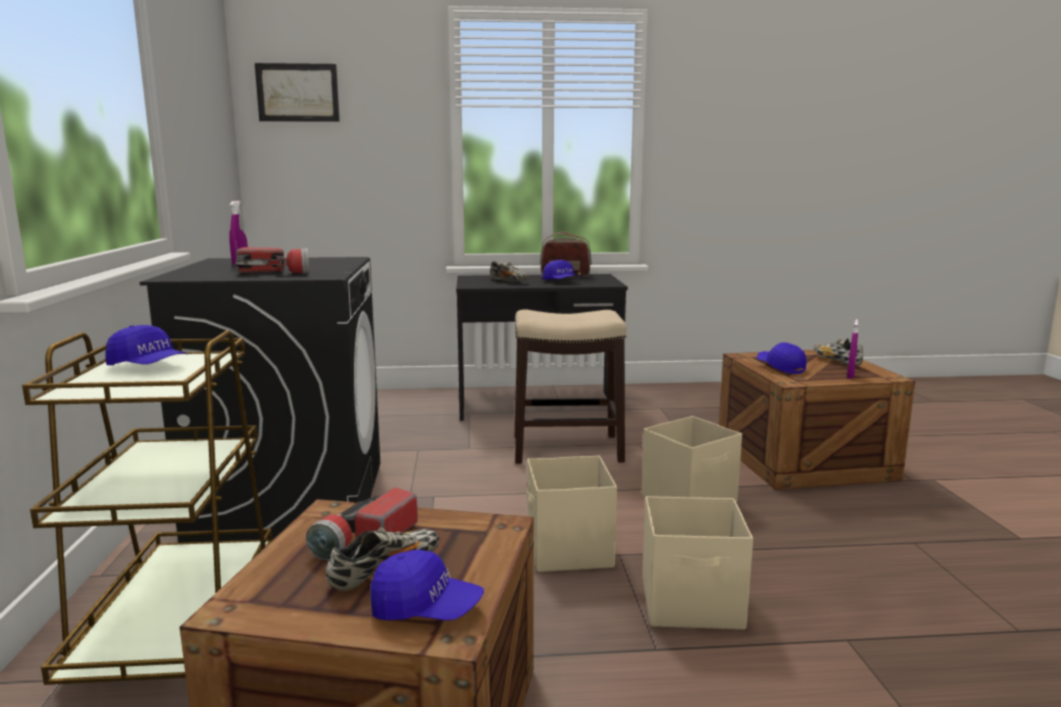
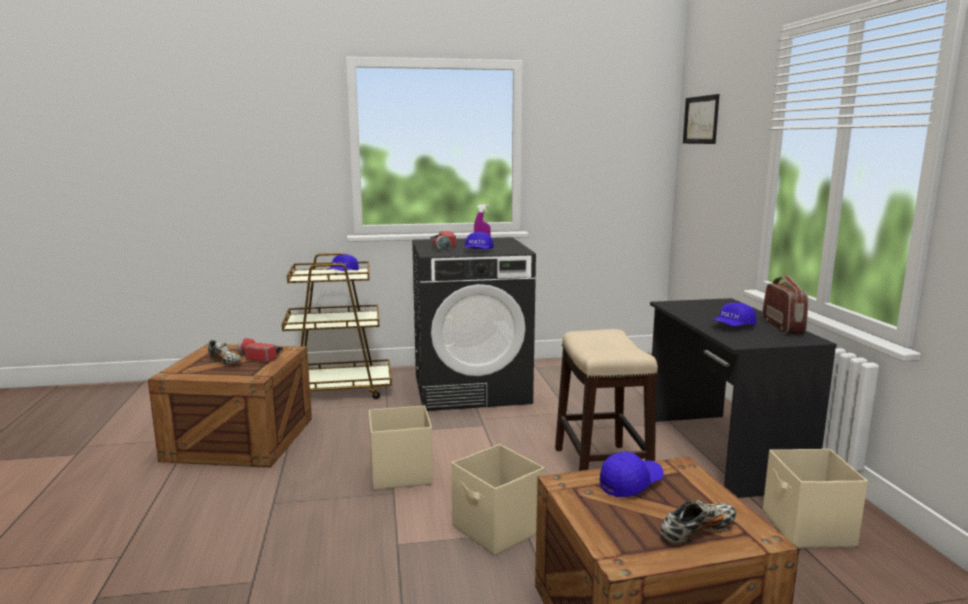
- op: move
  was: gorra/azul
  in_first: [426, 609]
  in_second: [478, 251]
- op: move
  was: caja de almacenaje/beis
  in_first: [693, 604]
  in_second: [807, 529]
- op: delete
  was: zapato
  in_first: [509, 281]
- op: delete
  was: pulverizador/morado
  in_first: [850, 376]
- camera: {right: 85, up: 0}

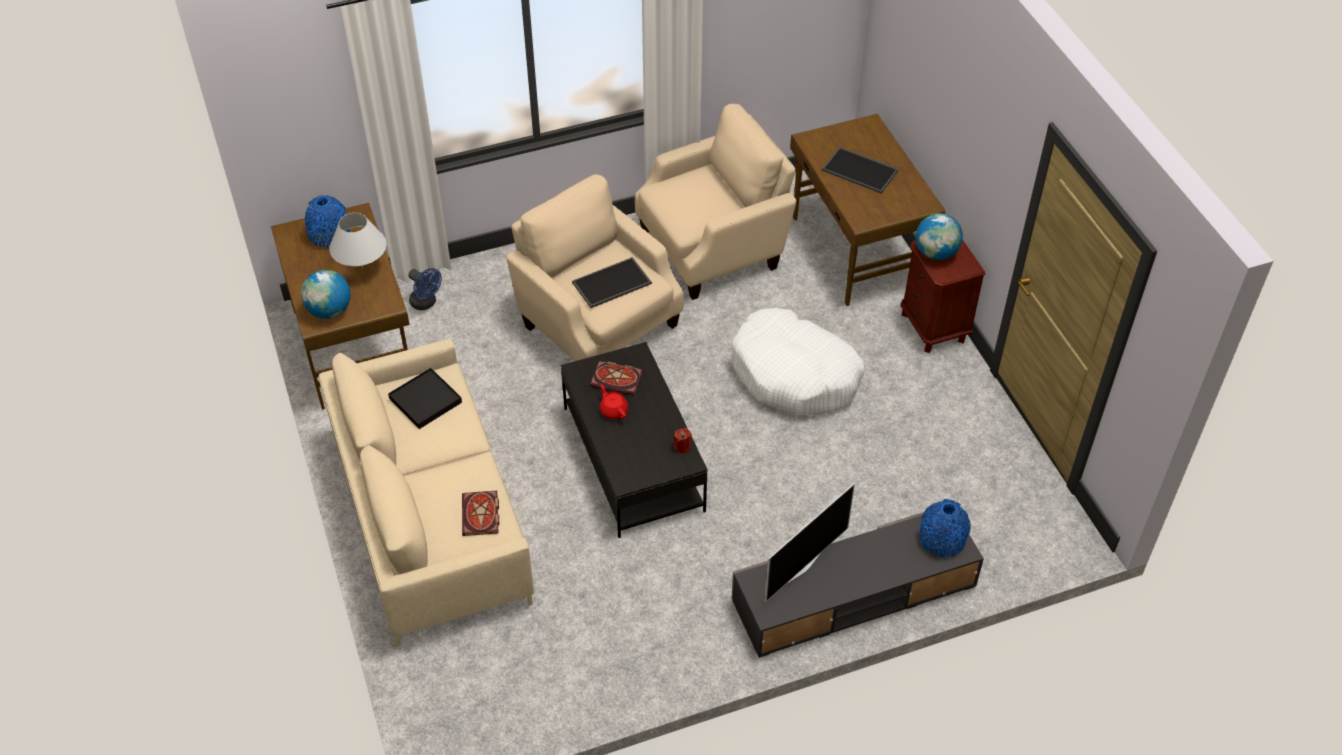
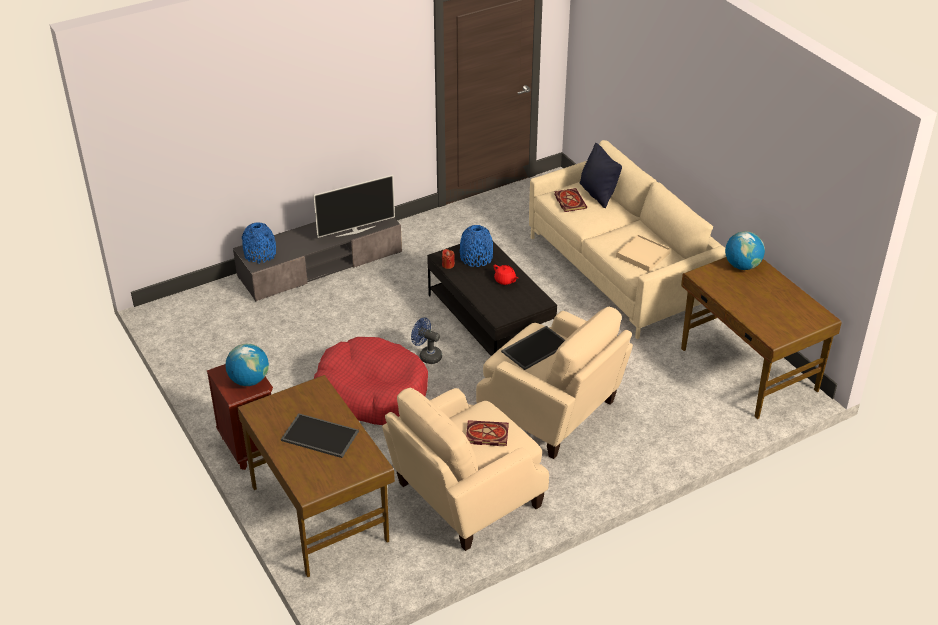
- op: rotate
  was: televisor
  in_first: [802, 567]
  in_second: [355, 231]
  clockwise: -150
- op: recolor
  was: cama para perro/blanco
  now: cama para perro/rojo
  in_first: [794, 374]
  in_second: [372, 392]
- op: move
  was: ventilador/azul
  in_first: [426, 303]
  in_second: [427, 355]
- op: move
  was: florero/azul
  in_first: [329, 235]
  in_second: [476, 257]
- op: move
  was: libro
  in_first: [617, 379]
  in_second: [485, 435]
- op: insert
  now: cojín/negro
  in_second: [598, 194]
- op: recolor
  was: bandeja/negro
  now: bandeja/beis
  in_first: [425, 400]
  in_second: [643, 255]
- op: delete
  was: lámpara de mesa/blanco
  in_first: [362, 267]
- camera: {right: 170, up: -10}

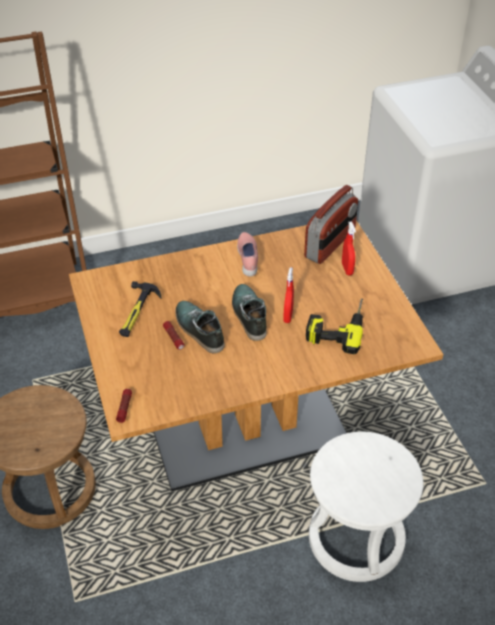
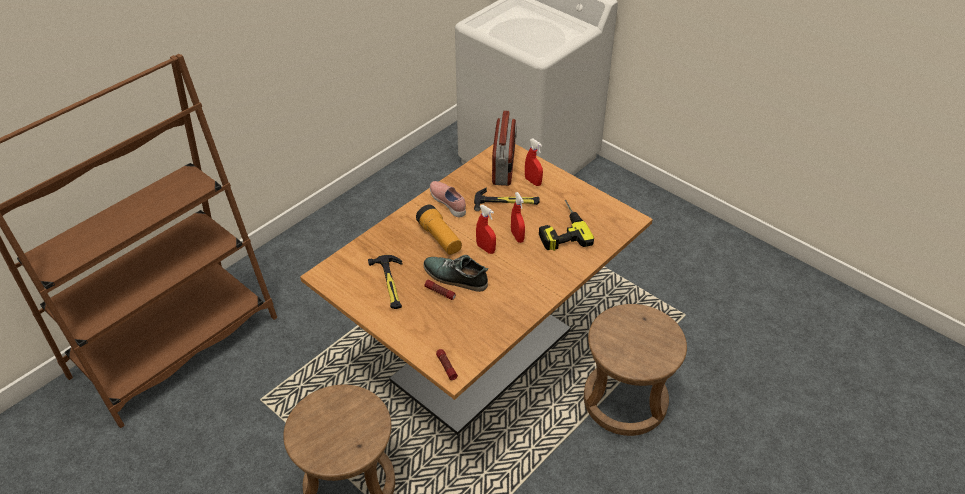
- op: insert
  now: linterna
  in_second: [439, 238]
- op: insert
  now: martillo
  in_second: [506, 202]
- op: replace
  was: zapato
  now: pulverizador/rojo
  in_first: [248, 315]
  in_second: [485, 248]
- op: recolor
  was: taburete/blanco
  now: taburete/marrón
  in_first: [356, 539]
  in_second: [625, 401]
- camera: {right: -30, up: 0}

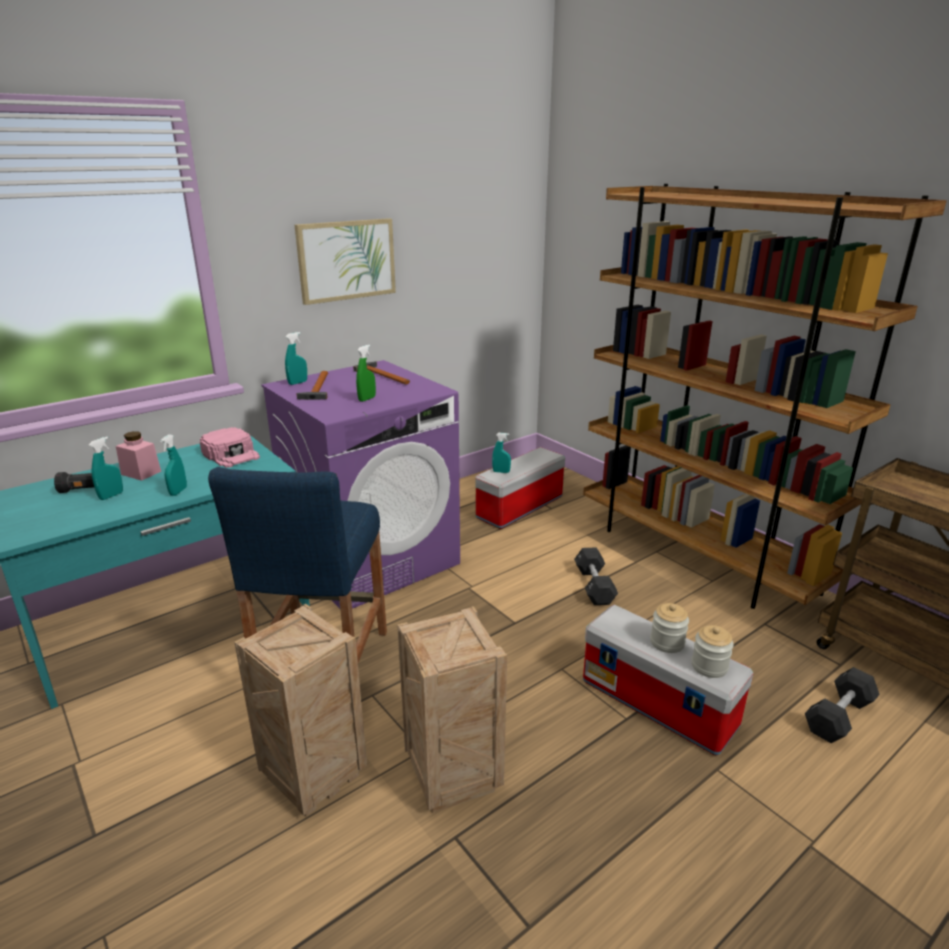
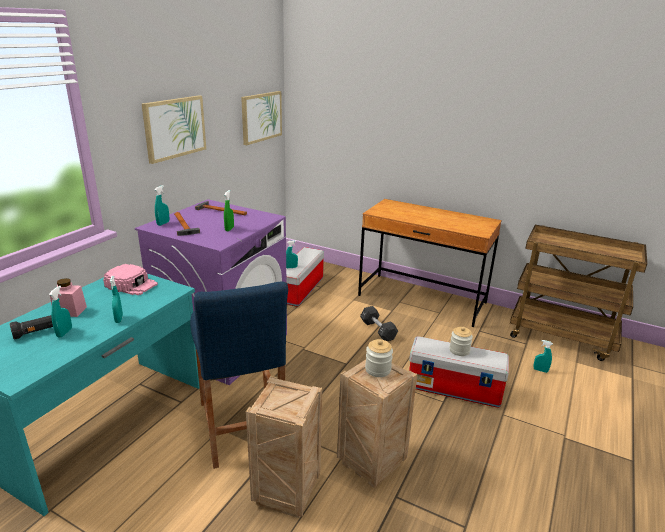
- op: insert
  now: cuadro
  in_second: [261, 117]
- op: replace
  was: estantería/marrón
  now: escritorio/marrón
  in_first: [696, 555]
  in_second: [422, 299]
- op: move
  was: tarro
  in_first: [709, 666]
  in_second: [378, 369]
- op: replace
  was: mancuerna/negro
  now: pulverizador/turquesa
  in_first: [838, 716]
  in_second: [540, 370]
- camera: {right: -25, up: 0}

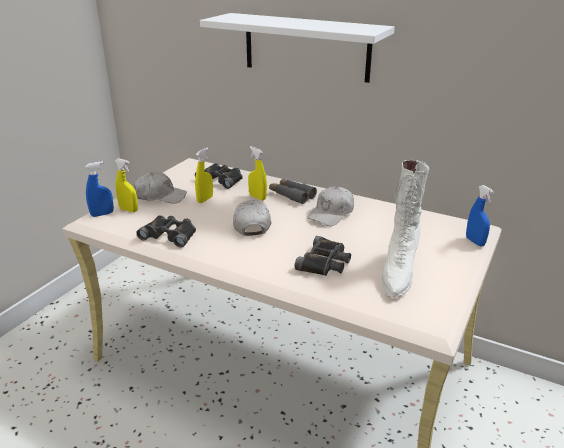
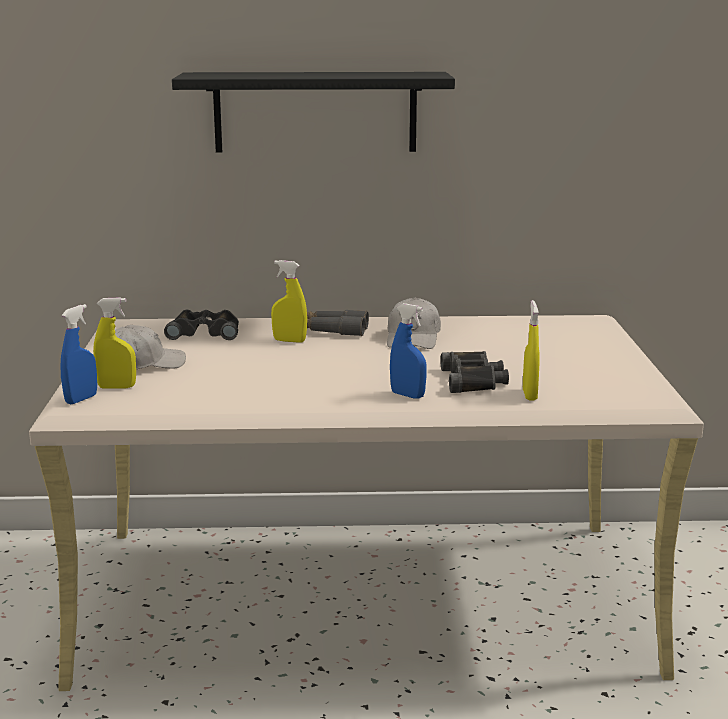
- op: recolor
  was: estante/blanco
  now: estante/negro
  in_first: [306, 47]
  in_second: [315, 112]
- op: move
  was: pulverizador/azul
  in_first: [475, 242]
  in_second: [407, 395]
- op: move
  was: pulverizador/amarillo
  in_first: [205, 199]
  in_second: [529, 395]
- op: delete
  was: prismáticos/negro
  in_first: [170, 235]
- op: delete
  was: gorra/blanco
  in_first: [251, 224]
- op: delete
  was: bota/blanco
  in_first: [398, 273]
- camera: {right: -30, up: -10}

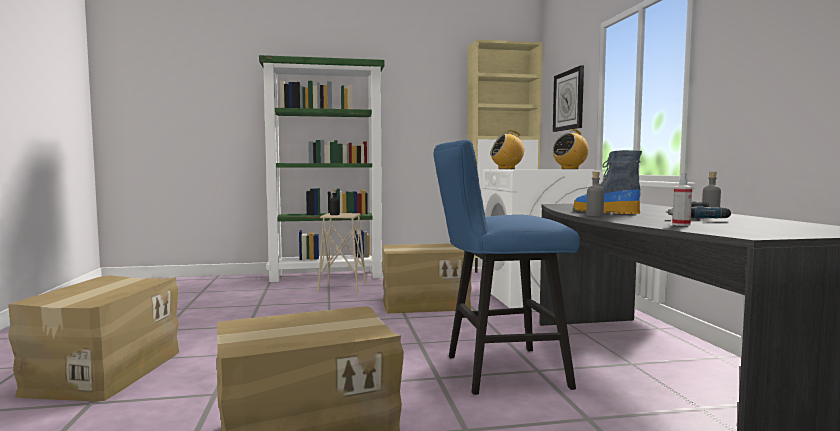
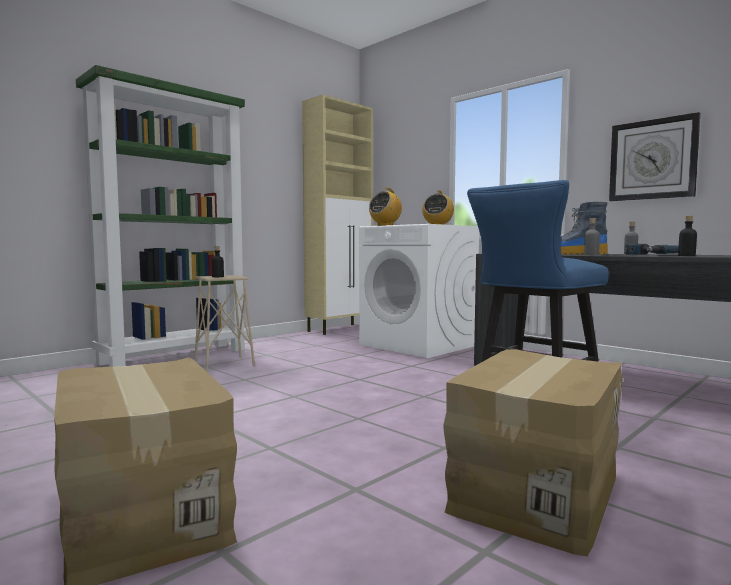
- op: move
  was: reloj de pared
  in_first: [569, 100]
  in_second: [652, 159]
- op: replace
  was: pulverizador
  now: botella/negro
  in_first: [681, 224]
  in_second: [686, 256]
- op: delete
  was: caja de cartón
  in_first: [425, 303]
- camera: {right: -35, up: 0}

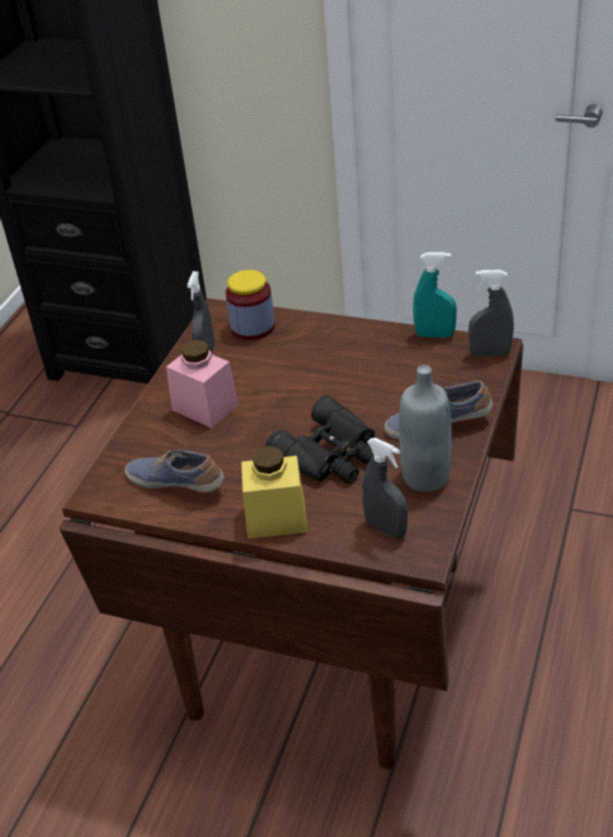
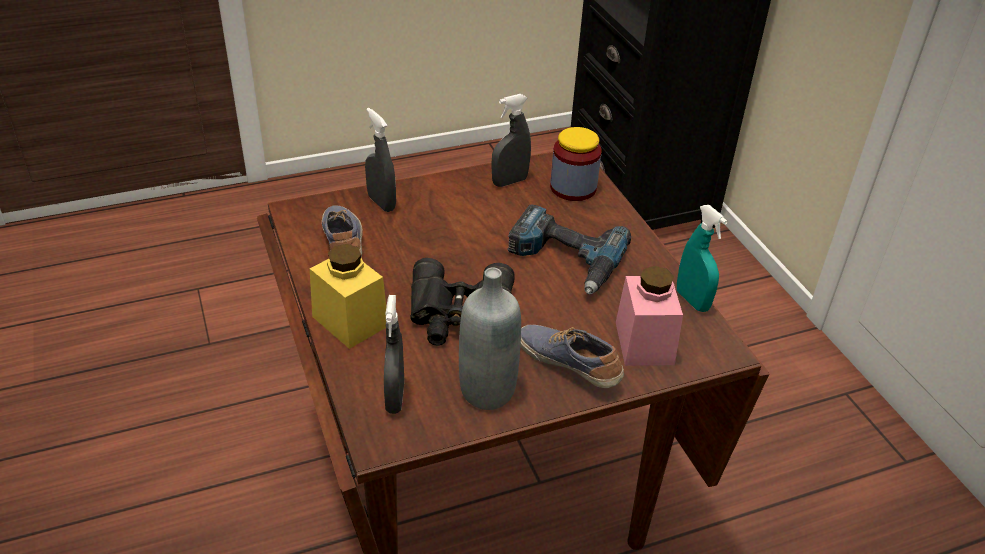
- op: move
  was: pulverizador/gris
  in_first: [490, 354]
  in_second: [381, 203]
- op: insert
  now: taladro
  in_second: [564, 259]
- op: move
  was: tarro/rosa
  in_first: [205, 407]
  in_second: [644, 343]
- camera: {right: 45, up: 0}

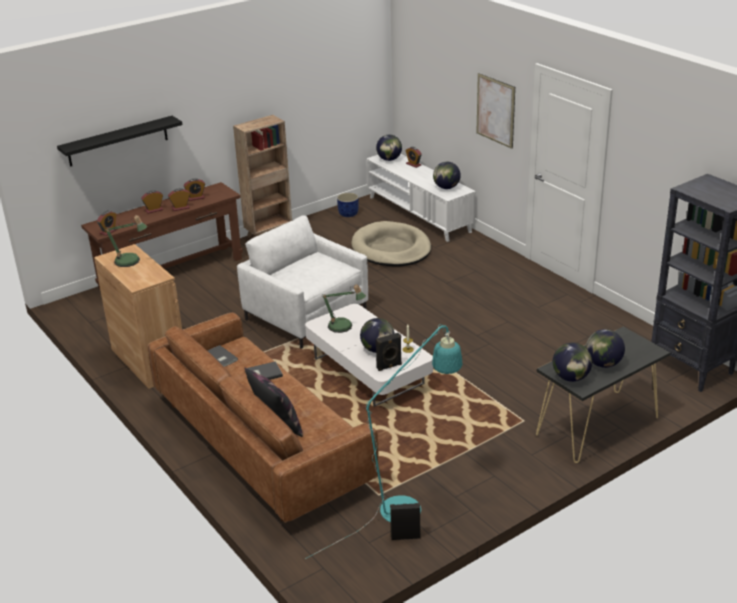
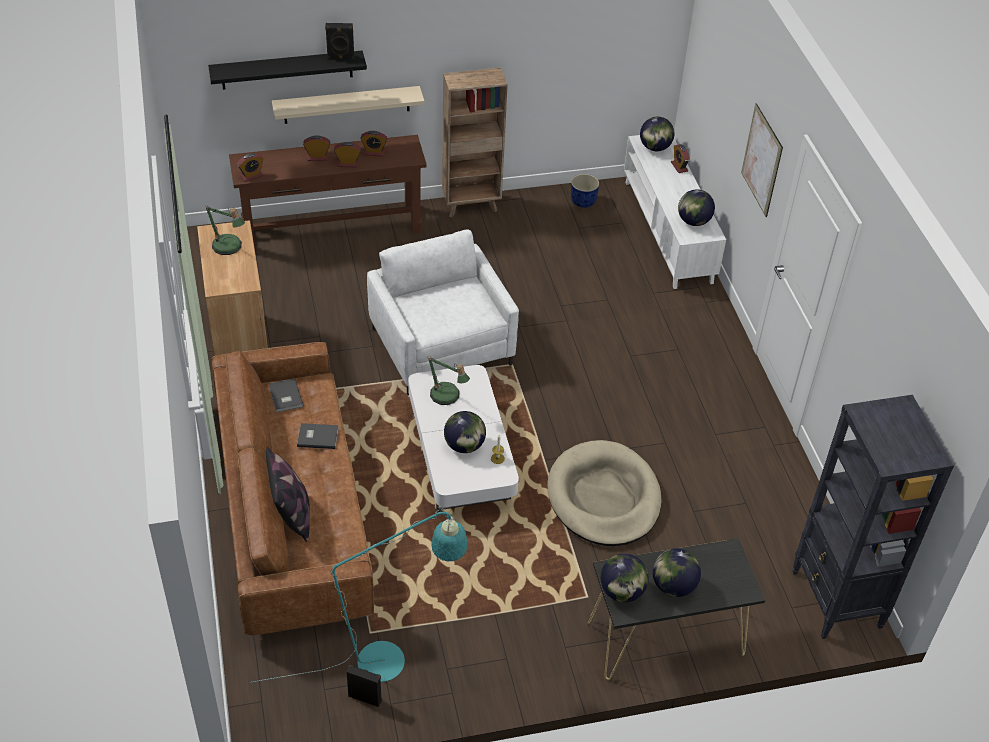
- op: insert
  now: estante/beis
  in_second: [347, 105]
- op: move
  was: altavoz/negro
  in_first: [389, 366]
  in_second: [340, 57]
- op: move
  was: cama para perro/beis
  in_first: [391, 248]
  in_second: [604, 497]
- camera: {right: 20, up: 15}

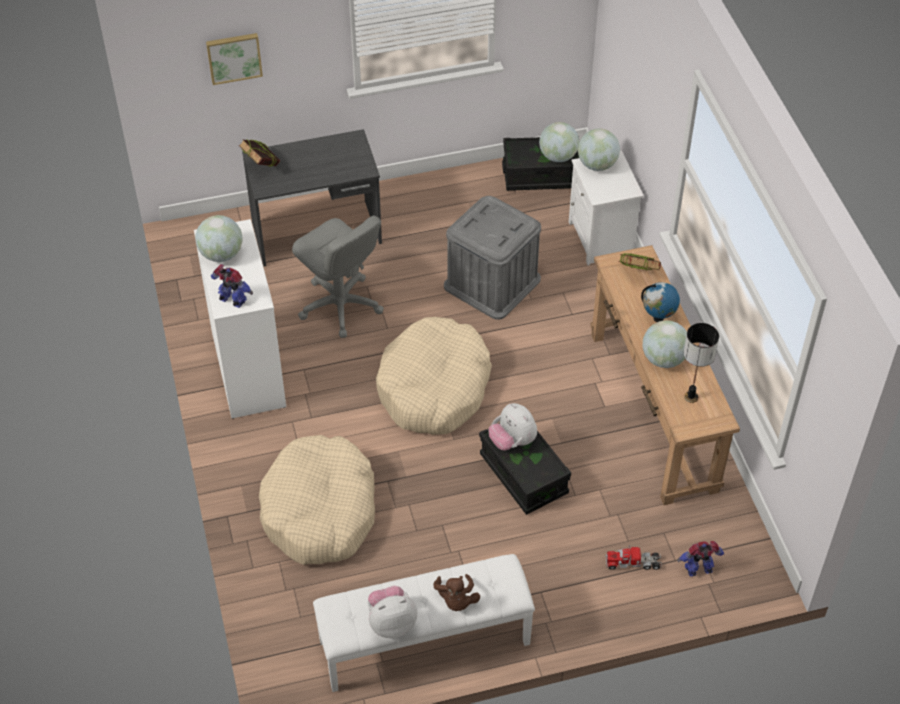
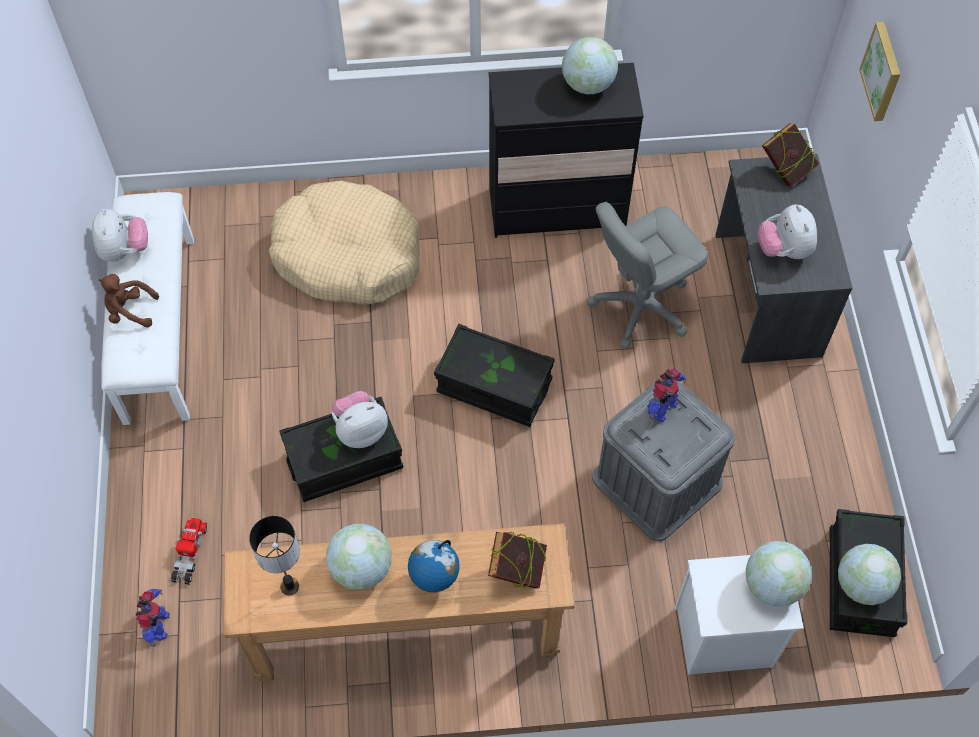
- op: replace
  was: cama para perro/beis
  now: caja de almacenaje/negro
  in_first: [434, 387]
  in_second: [494, 387]
- op: recolor
  was: cómoda/blanco
  now: cómoda/negro
  in_first: [248, 369]
  in_second: [557, 208]
- op: move
  was: robot de juguete
  in_first: [232, 300]
  in_second: [661, 408]
- op: insert
  now: peluche
  in_second: [783, 250]
- camera: {right: 100, up: 10}

